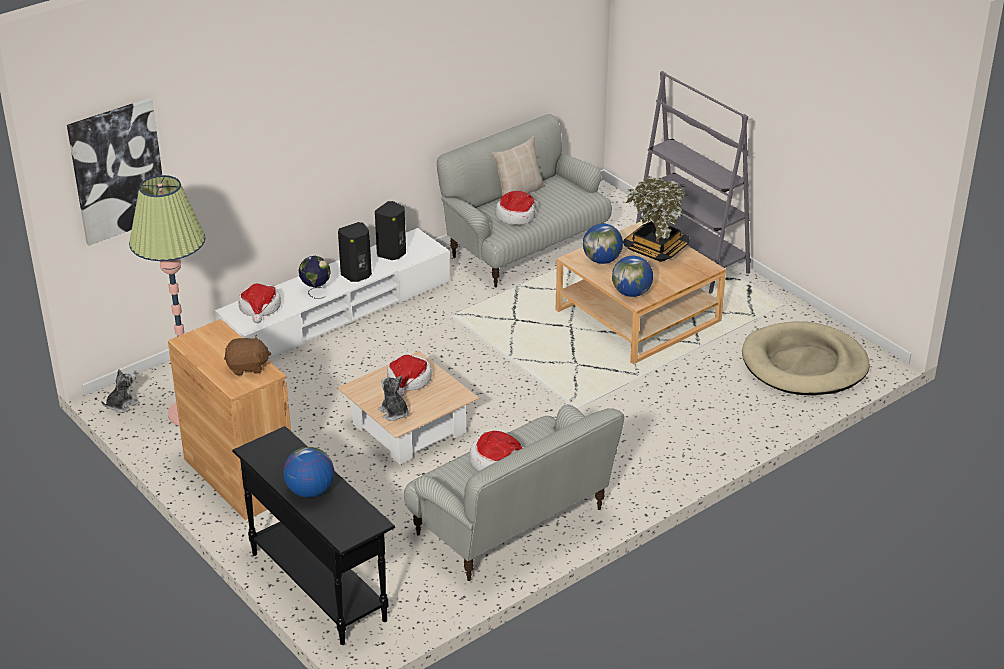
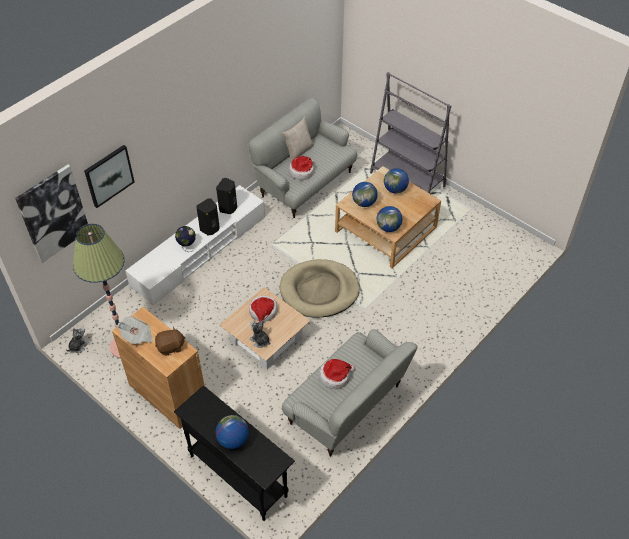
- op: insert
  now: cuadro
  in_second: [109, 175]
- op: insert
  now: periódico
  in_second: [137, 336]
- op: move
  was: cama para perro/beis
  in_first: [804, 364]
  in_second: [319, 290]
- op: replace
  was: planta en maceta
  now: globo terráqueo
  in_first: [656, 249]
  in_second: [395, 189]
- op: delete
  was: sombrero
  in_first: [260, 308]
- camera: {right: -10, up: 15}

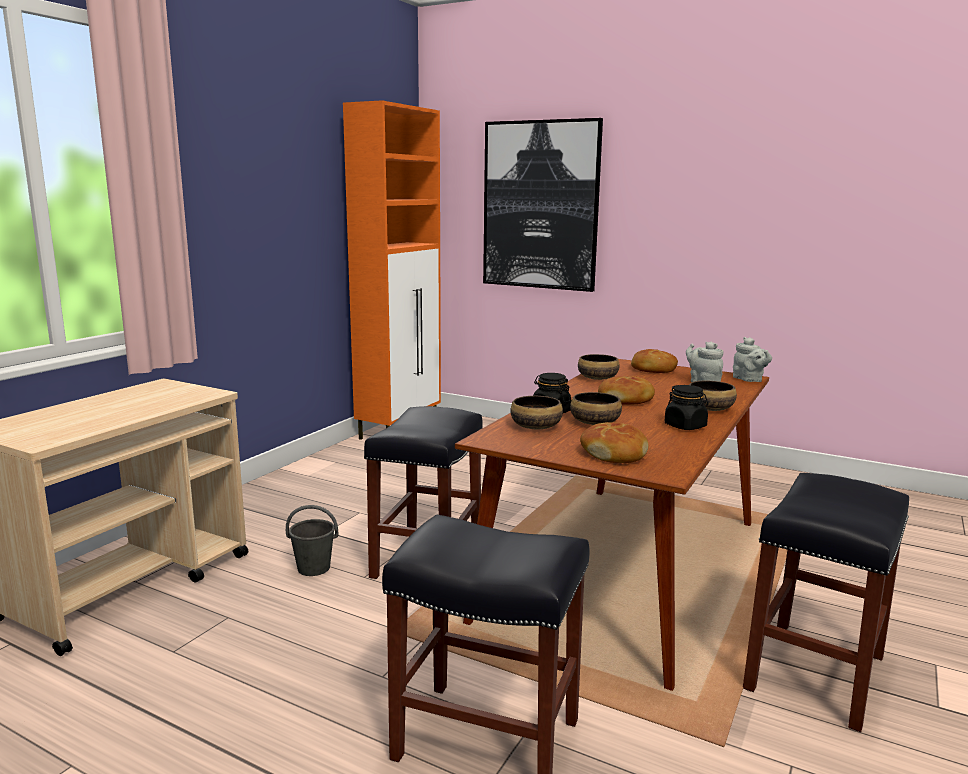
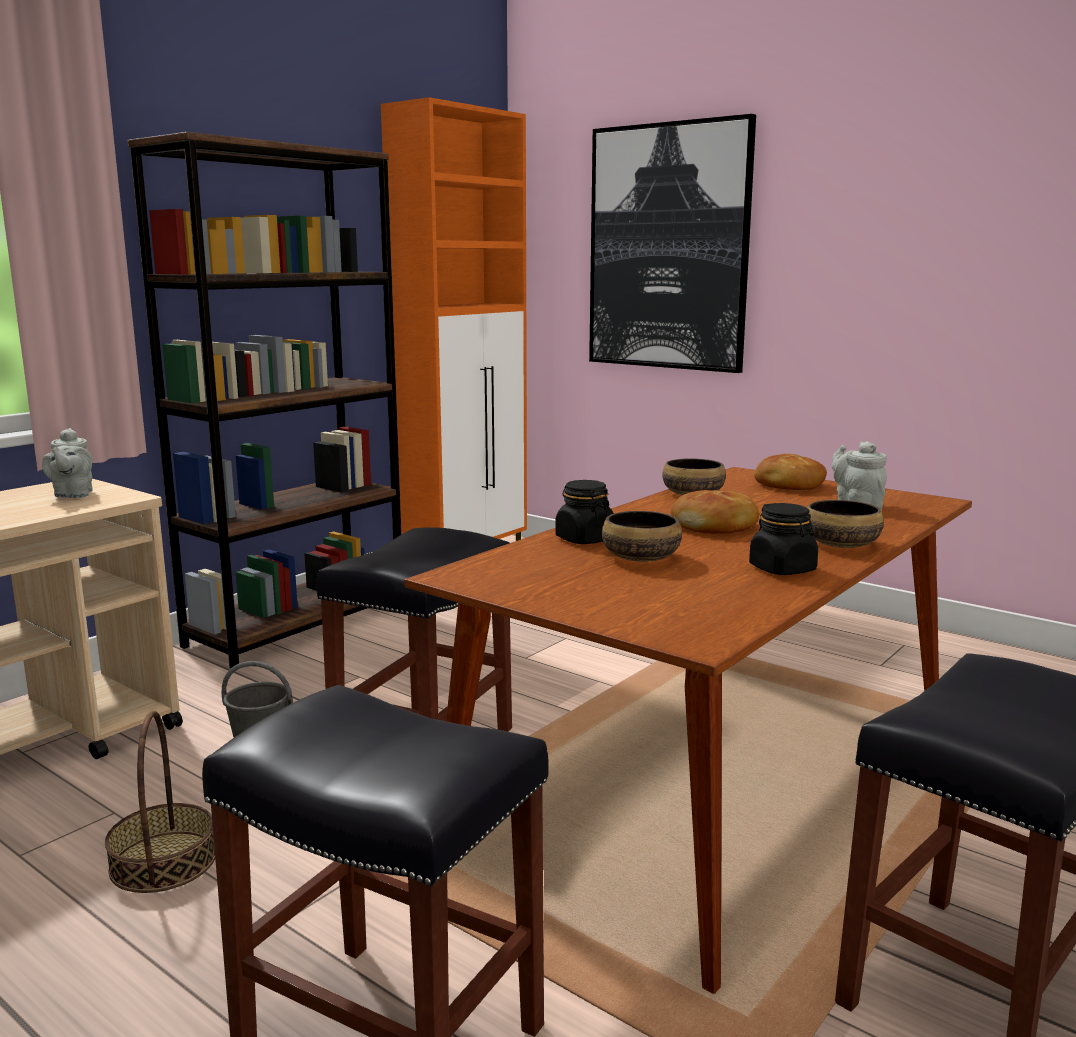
- op: move
  was: tetera/gris
  in_first: [749, 380]
  in_second: [72, 495]
- op: insert
  now: cesta
  in_second: [163, 861]
- op: insert
  now: estantería/marrón
  in_second: [298, 625]
- op: delete
  was: cuenco
  in_first: [536, 427]
- op: delete
  was: pan
  in_first: [614, 453]
- camera: {right: 10, up: 0}

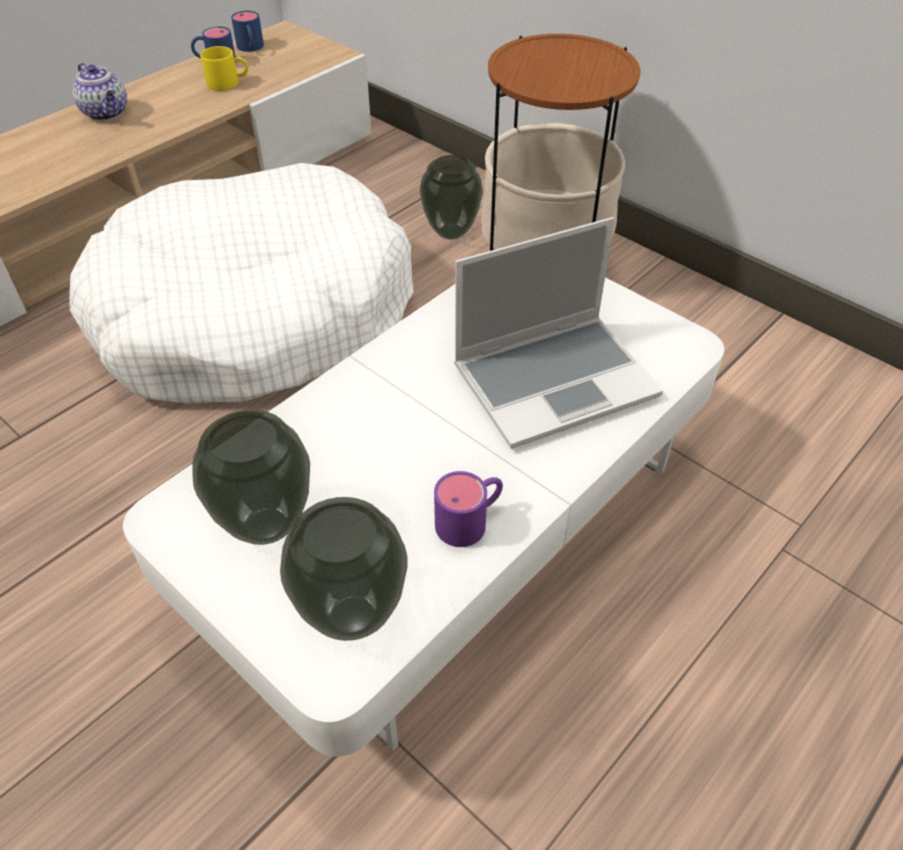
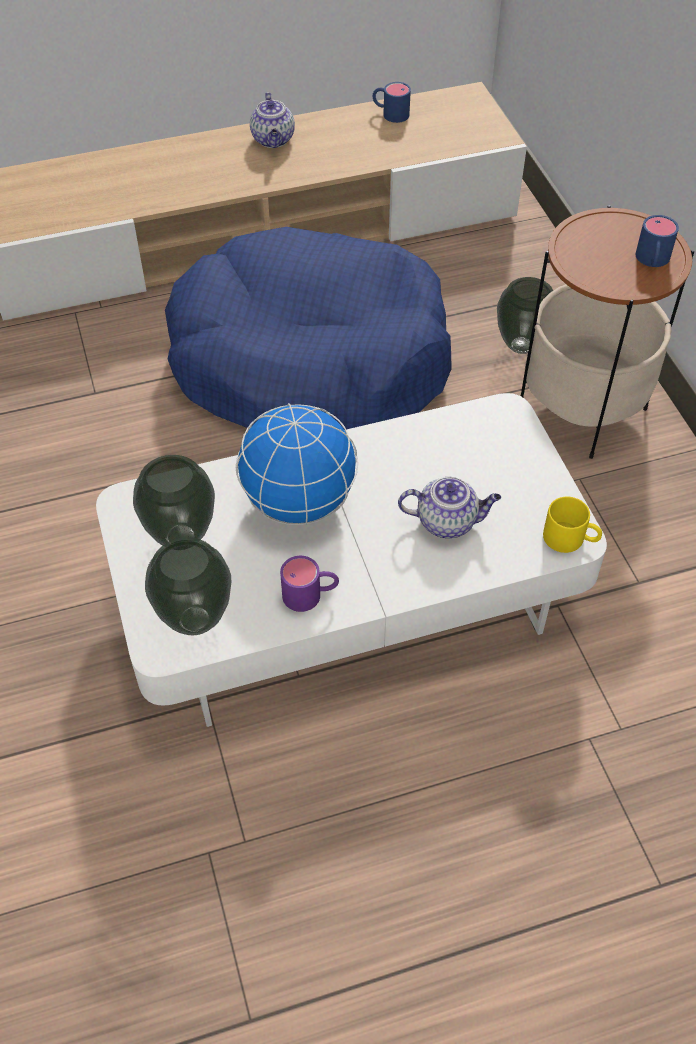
- op: recolor
  was: cama para perro/blanco
  now: cama para perro/azul
  in_first: [254, 316]
  in_second: [310, 361]
- op: insert
  now: globo terráqueo
  in_second: [299, 501]
- op: replace
  was: portátil
  now: tetera
  in_first: [555, 380]
  in_second: [448, 521]
- op: move
  was: taza grande/amarillo
  in_first: [228, 82]
  in_second: [570, 538]
- op: move
  was: taza grande/azul
  in_first: [251, 48]
  in_second: [652, 261]
- camera: {right: 30, up: 5}

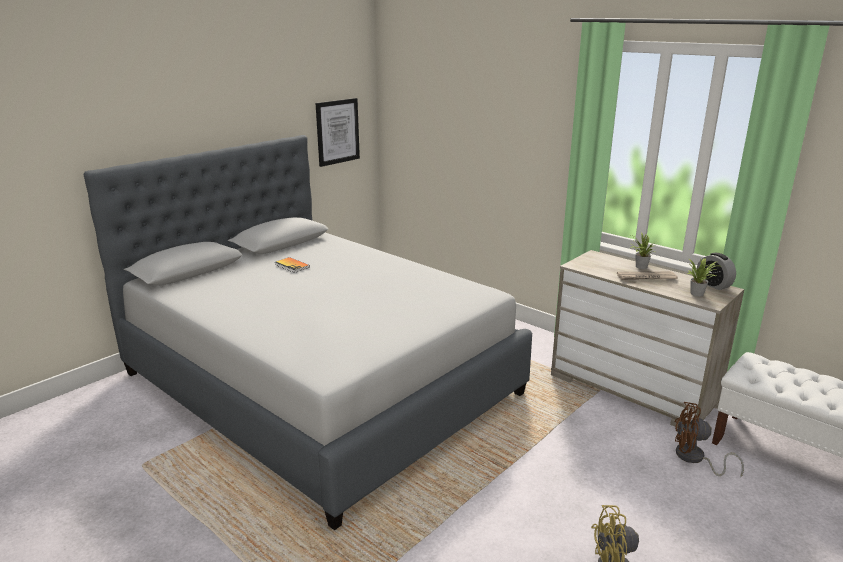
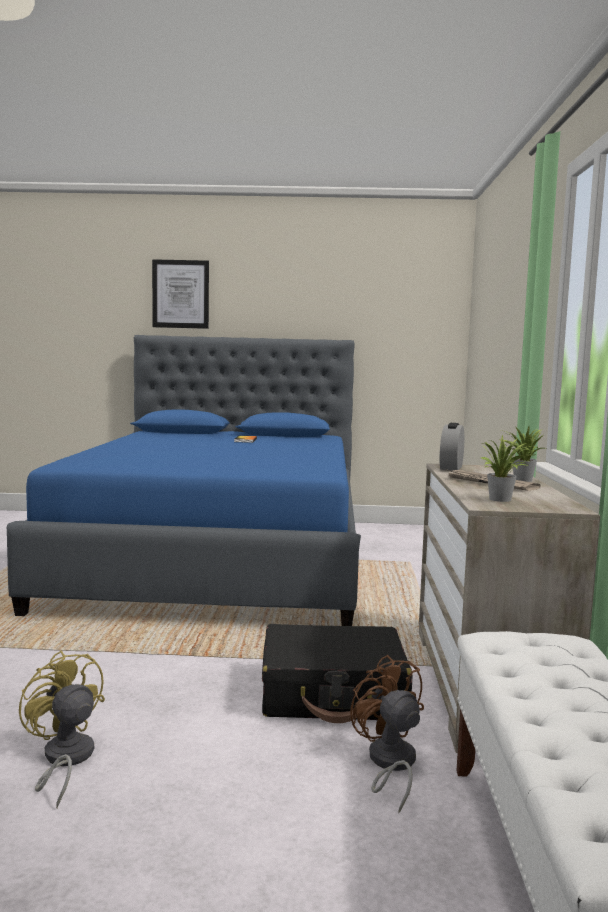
- op: recolor
  was: cama/gris
  now: cama/azul
  in_first: [320, 383]
  in_second: [219, 559]
- op: move
  was: cuadro
  in_first: [337, 131]
  in_second: [180, 294]
- op: insert
  now: maleta/negro
  in_second: [333, 693]
- op: move
  was: despertador
  in_first: [713, 285]
  in_second: [451, 468]
- camera: {right: 50, up: -15}

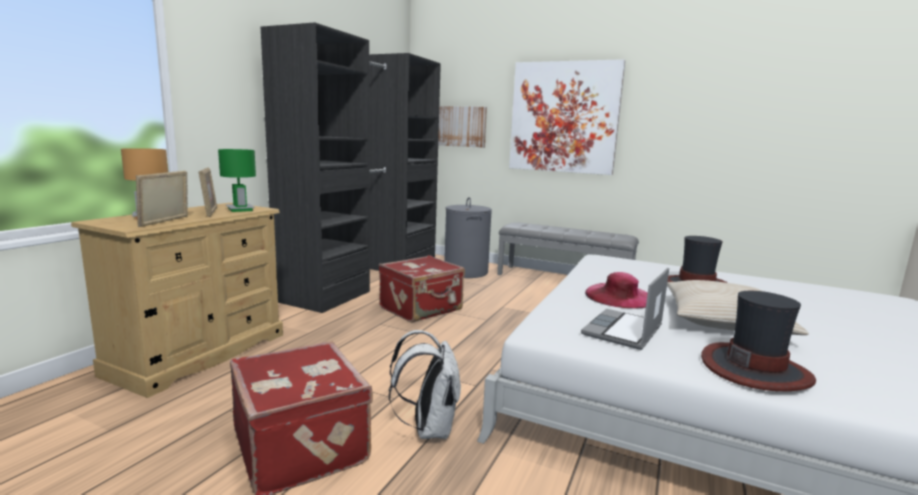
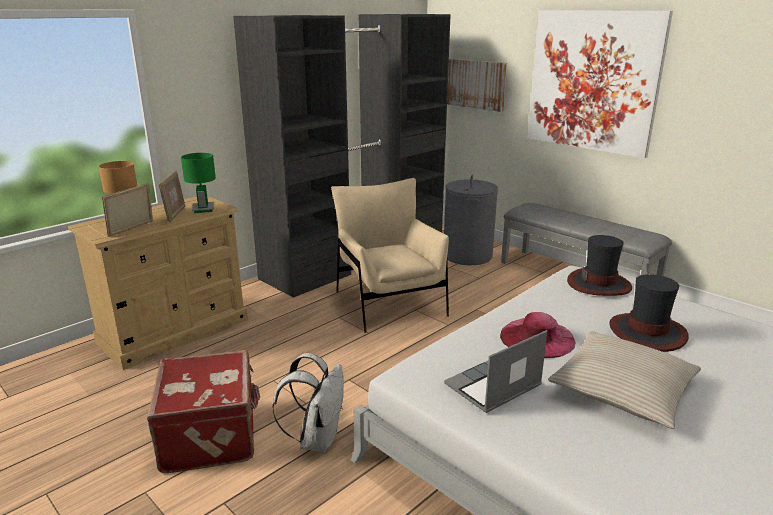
- op: replace
  was: maleta/rojo
  now: sillón/beis
  in_first: [422, 309]
  in_second: [389, 303]
- op: move
  was: sombrero
  in_first: [755, 369]
  in_second: [599, 284]
- camera: {right: 20, up: 10}

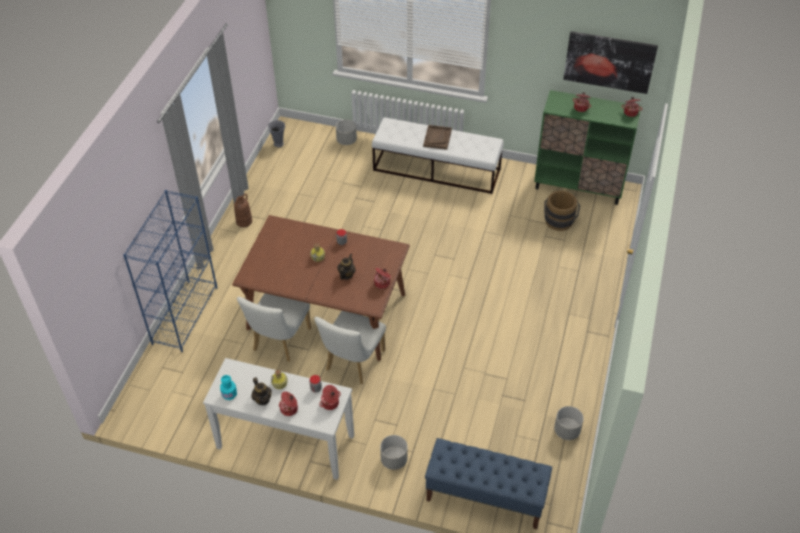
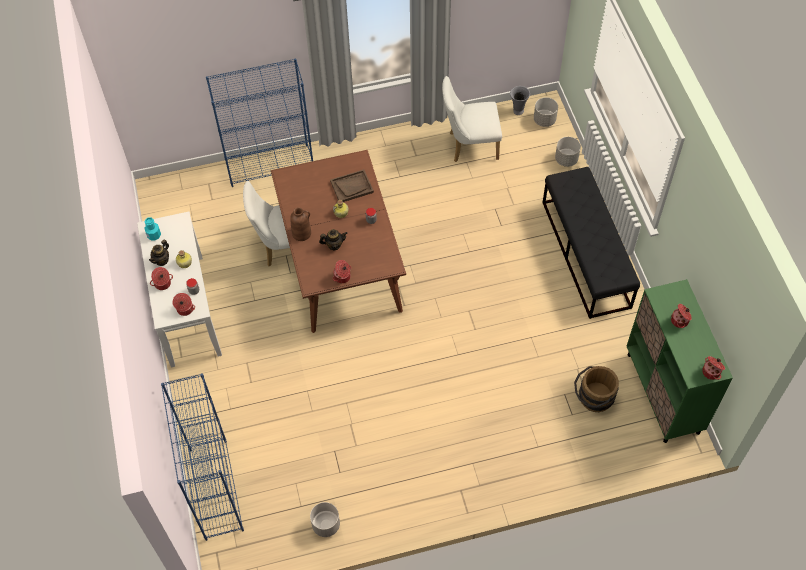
- op: replace
  was: banco/azul
  now: estantería/azul
  in_first: [485, 497]
  in_second: [215, 489]
- op: move
  was: florero/marrón
  in_first: [244, 221]
  in_second: [302, 233]
- op: move
  was: bandeja/marrón
  in_first: [437, 138]
  in_second: [352, 187]
- op: move
  was: silla/blanco
  in_first: [352, 363]
  in_second: [469, 146]
- op: move
  was: maceta/gris
  in_first: [393, 460]
  in_second: [544, 120]
- op: recolor
  was: banco/blanco
  now: banco/negro
  in_first: [437, 170]
  in_second: [586, 254]
- op: delete
  was: cuadro
  in_first: [609, 61]
- camera: {right: 60, up: 10}

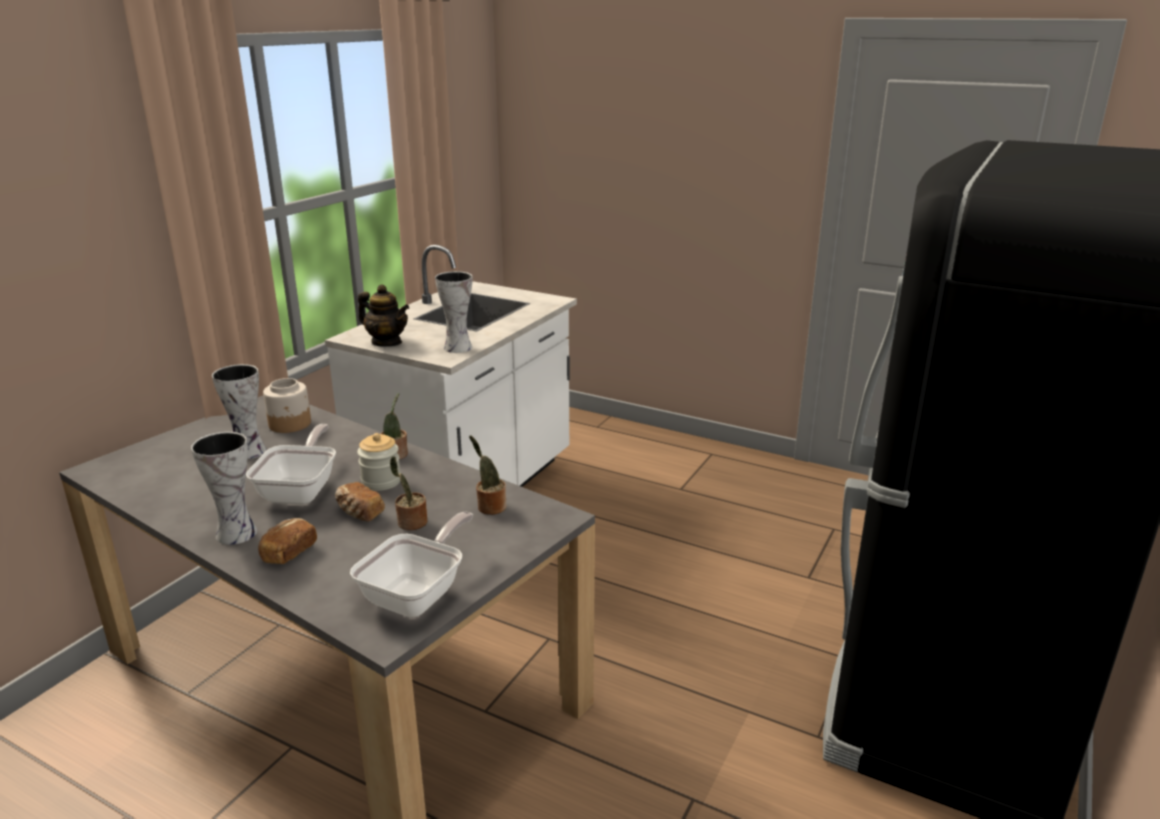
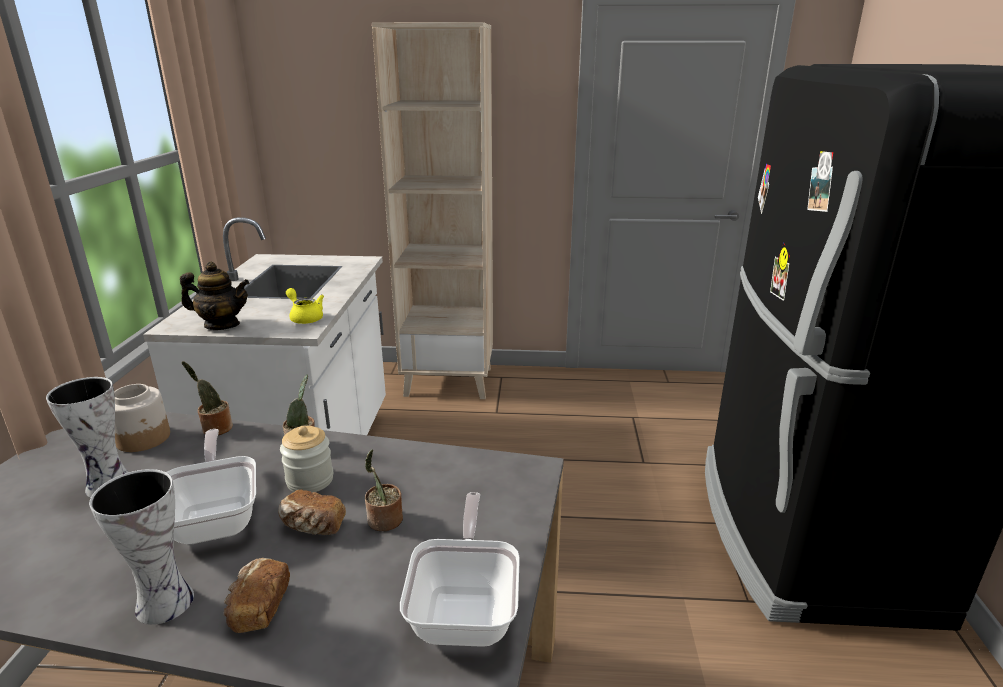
- op: move
  was: planta en maceta
  in_first: [489, 507]
  in_second: [215, 429]
- op: replace
  was: florero
  now: tetera/amarillo
  in_first: [456, 347]
  in_second: [305, 317]
- op: insert
  now: estantería/beis
  in_second: [449, 381]
- camera: {right: -25, up: 0}

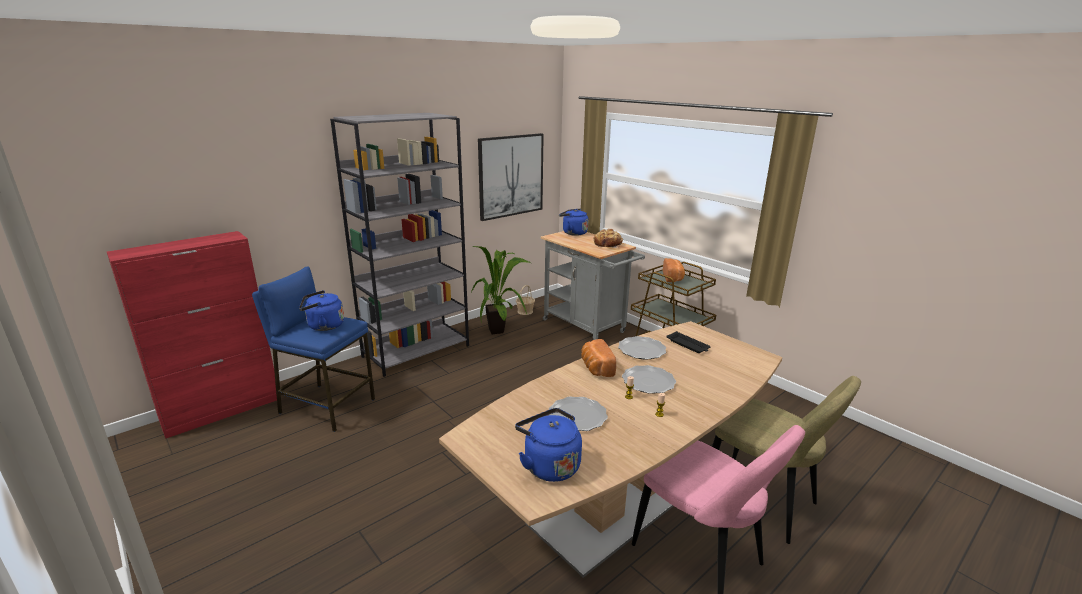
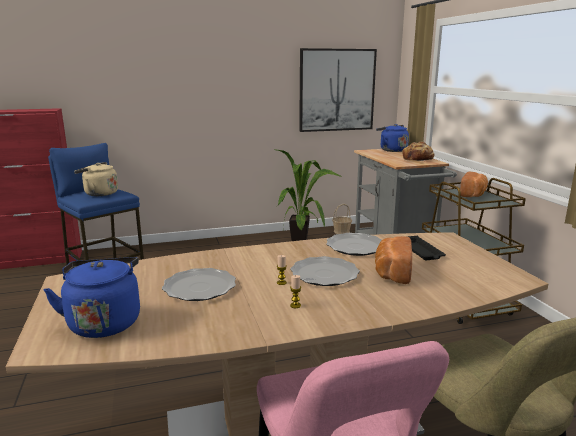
- op: recolor
  was: hervidor/azul
  now: hervidor/beis
  in_first: [323, 326]
  in_second: [99, 193]
- op: move
  was: pan
  in_first: [596, 368]
  in_second: [391, 272]
- op: delete
  was: estantería/gris
  in_first: [416, 351]
- camera: {right: 25, up: -5}

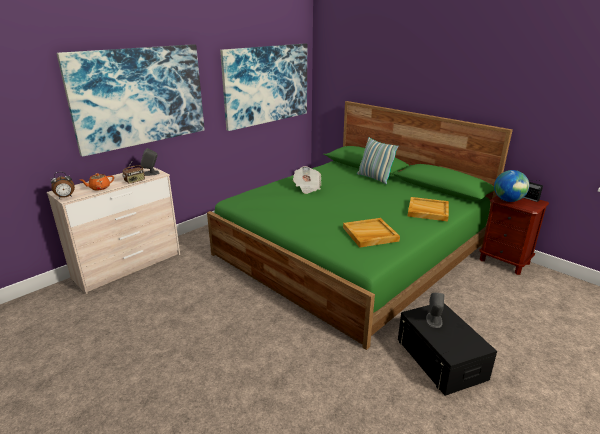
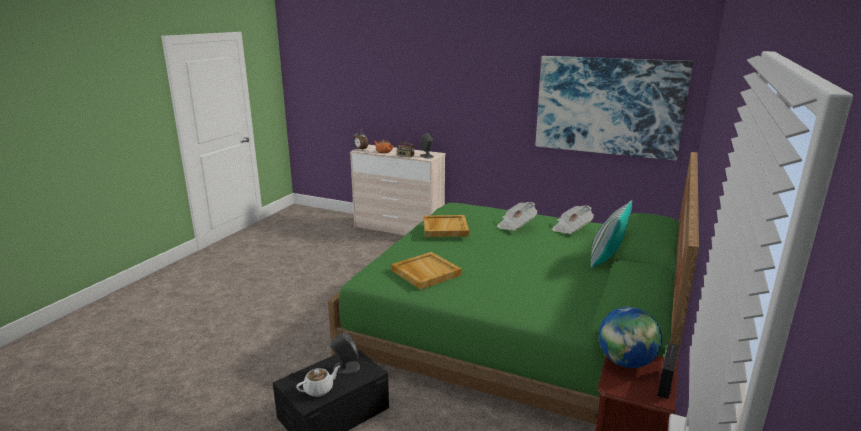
- op: insert
  now: tetera/blanco
  in_second: [319, 389]
- op: move
  was: bandeja/beis
  in_first: [427, 211]
  in_second: [445, 228]
- op: insert
  now: periódico
  in_second: [571, 229]
- op: delete
  was: cuadro
  in_first: [140, 96]
- camera: {right: 70, up: -5}

